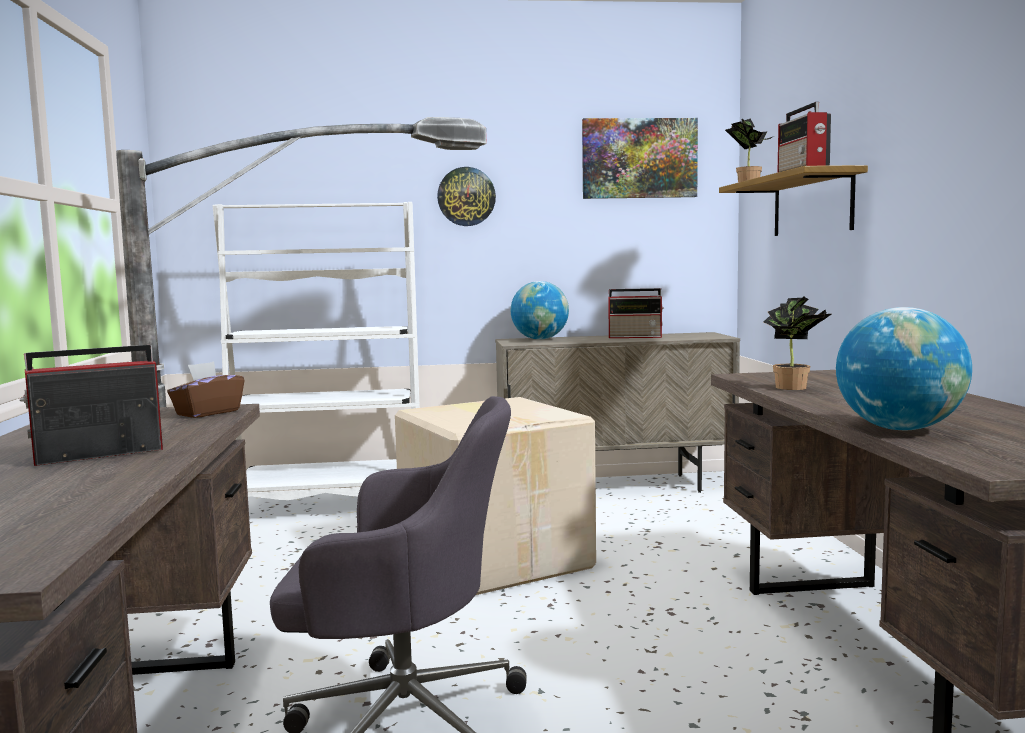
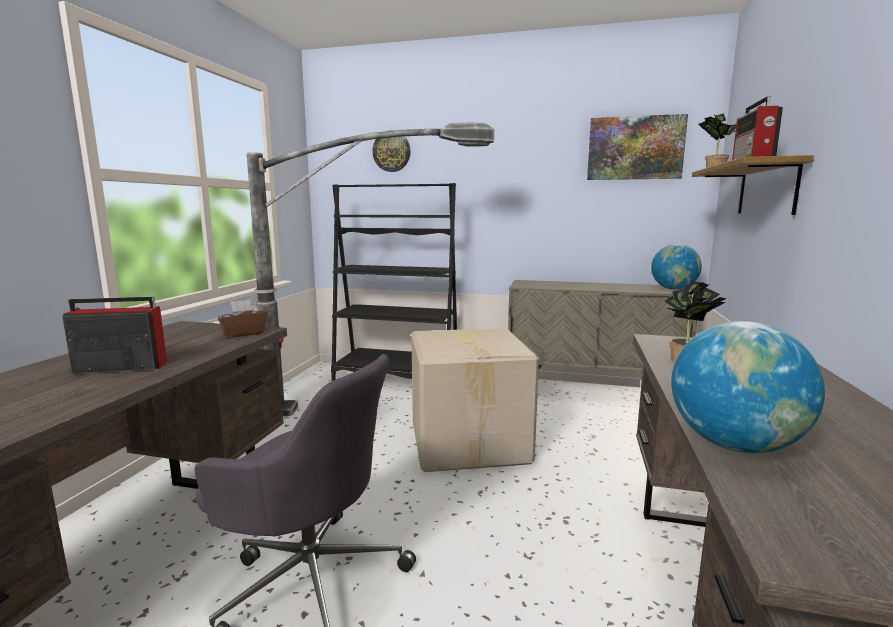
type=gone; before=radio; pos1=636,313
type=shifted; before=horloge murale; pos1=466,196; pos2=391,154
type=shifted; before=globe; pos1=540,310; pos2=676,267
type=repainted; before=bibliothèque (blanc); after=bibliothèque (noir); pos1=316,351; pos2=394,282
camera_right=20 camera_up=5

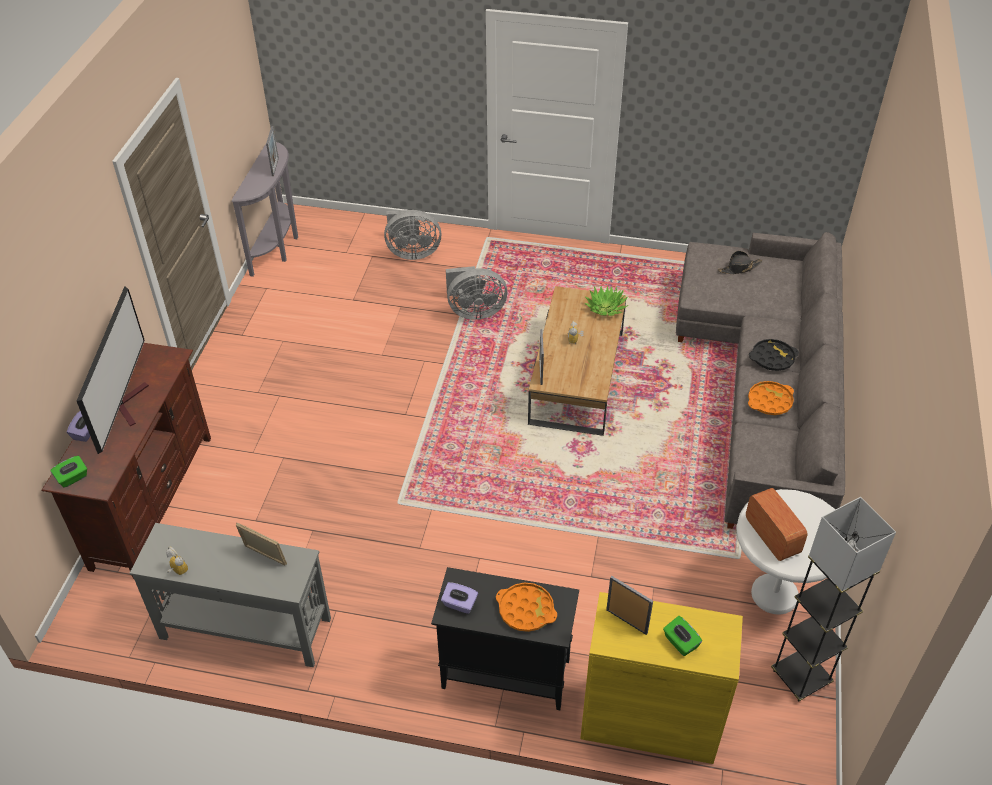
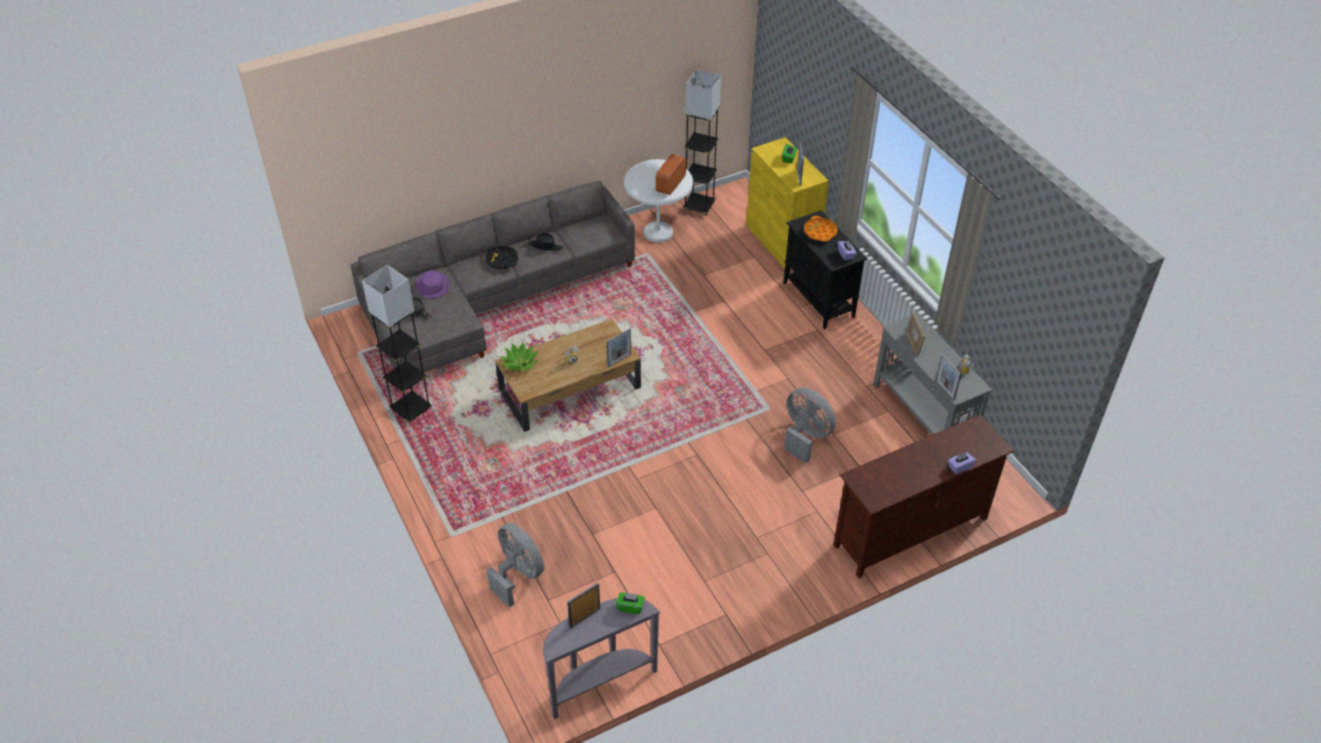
type=gone; before=téléviseur; pos1=113,370
type=new; after=lampadaire (gris); pos2=397,344
type=new; after=chapeau (violet); pos2=432,284
type=new; after=cadre photo; pos2=948,377
type=shifted; before=boîte à mouchoirs (vert); pos1=68,472; pos2=630,603
type=shifted; before=ventilateur (gris); pos1=476,293; pos2=810,425
type=swapped; before=plateau (orange); after=chapeau (noir); pos1=771,398; pos2=545,242
camera_right=-130 camera_up=0

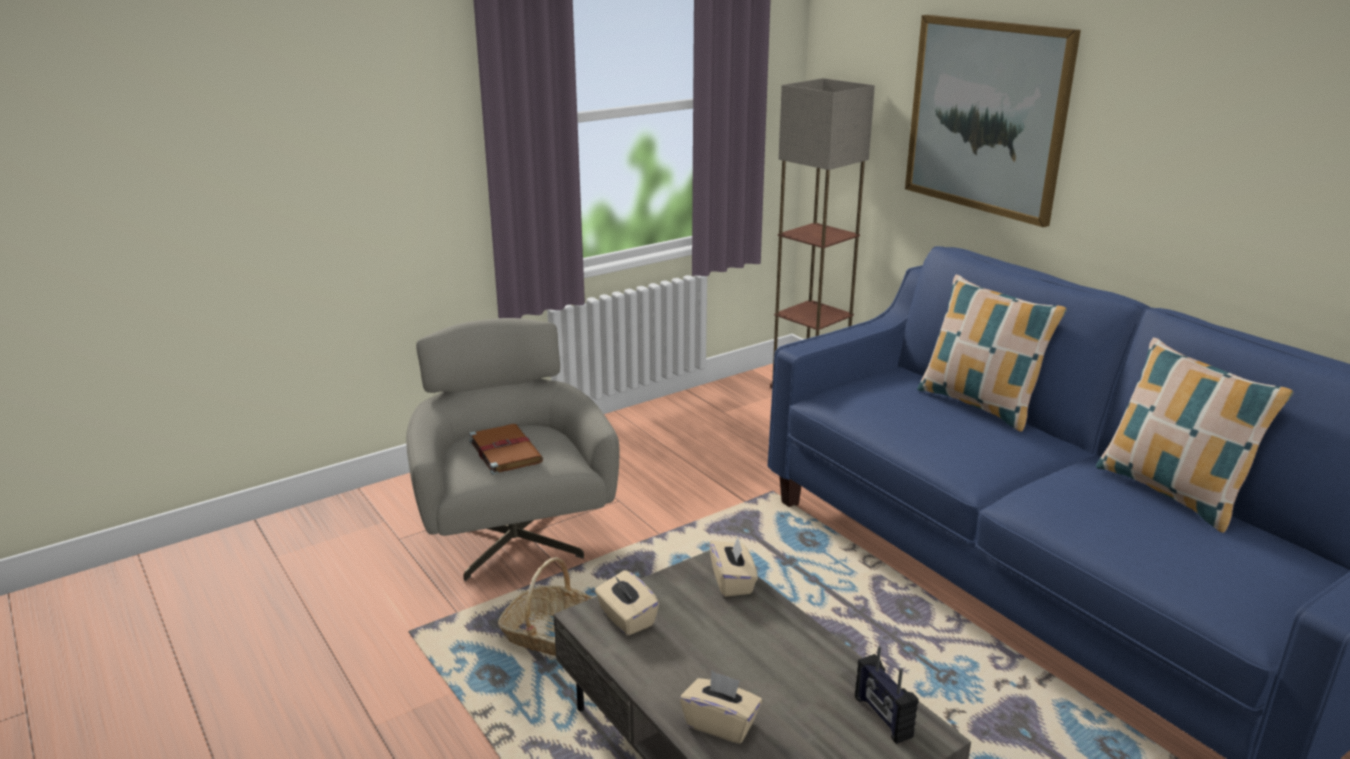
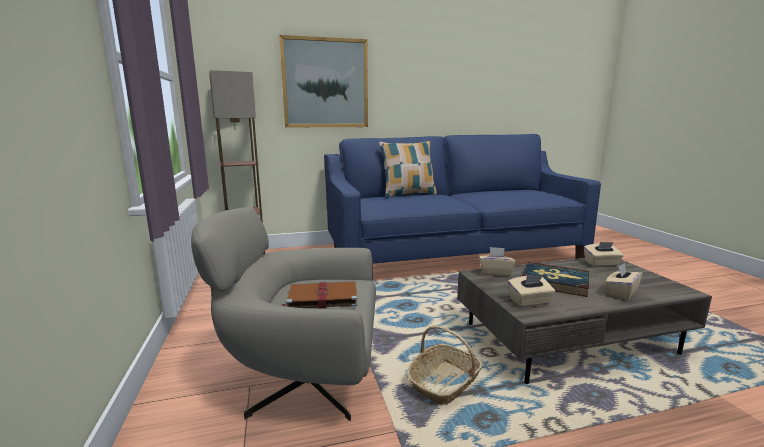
type=gone; before=coussin; pos1=1195,435
type=new; after=livre; pos2=555,279
type=swapped; before=radio; after=boîte à mouchoirs (beige); pos1=886,695; pos2=604,254
camera_right=-70 camera_up=-10

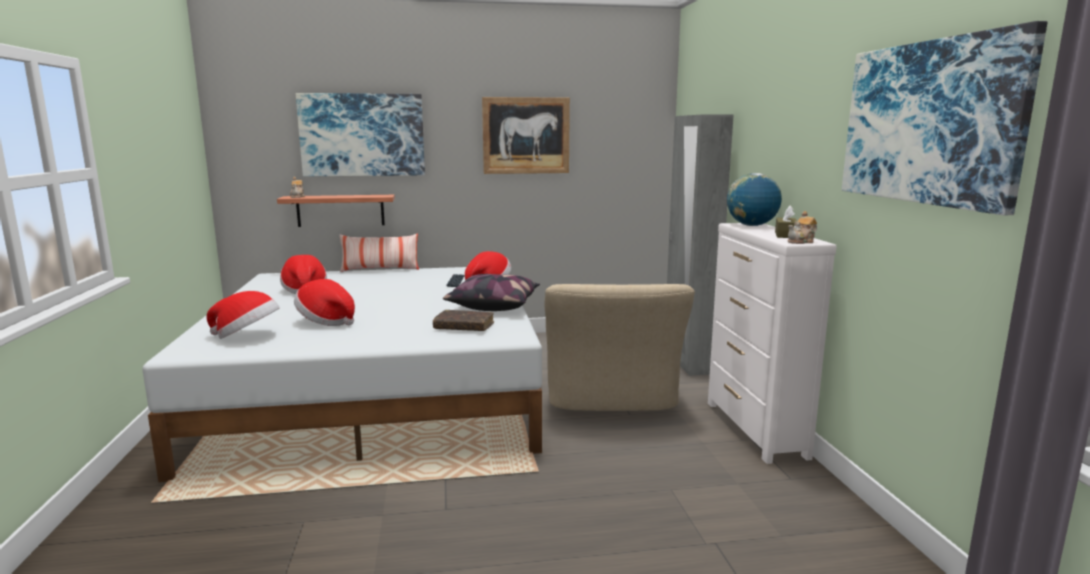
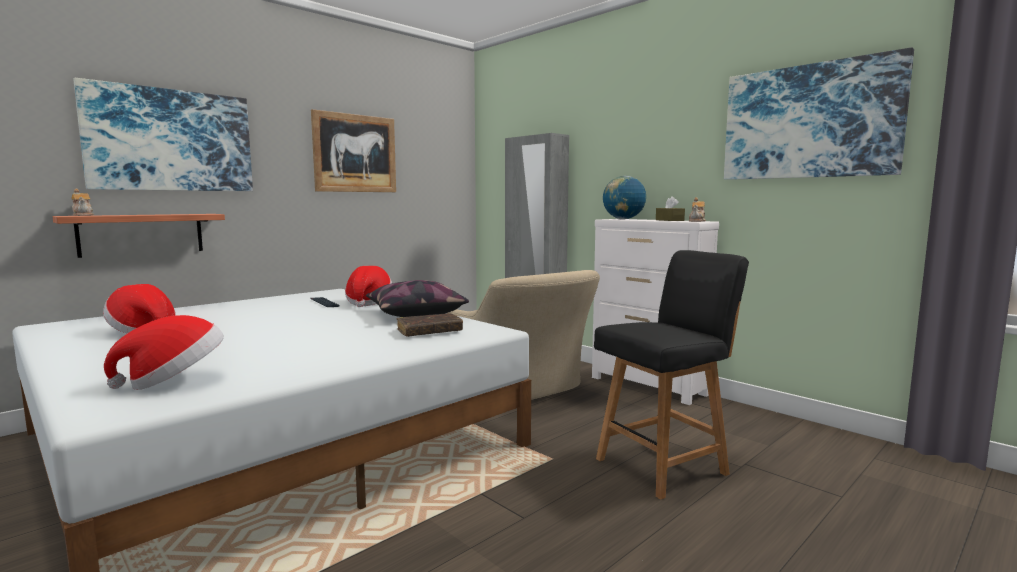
type=gone; before=chapeau; pos1=324,302
type=gone; before=coussin; pos1=379,253
type=new; after=chaise (noir); pos2=671,375
camera_right=-35 camera_up=-5

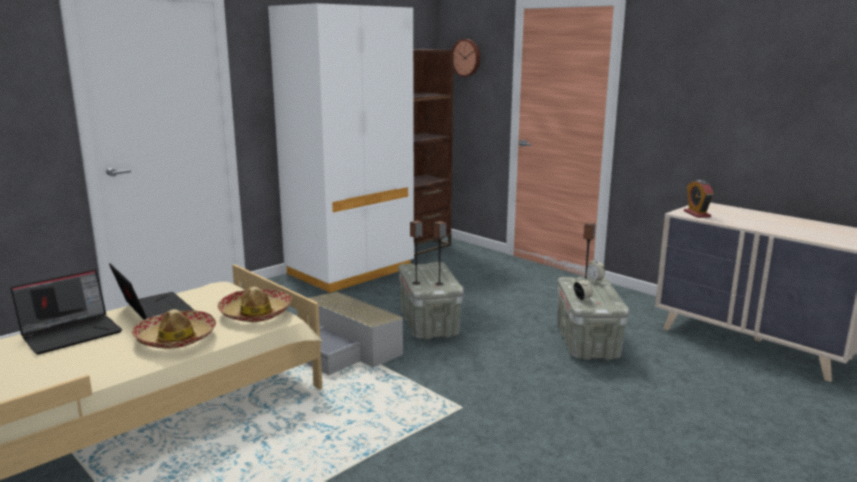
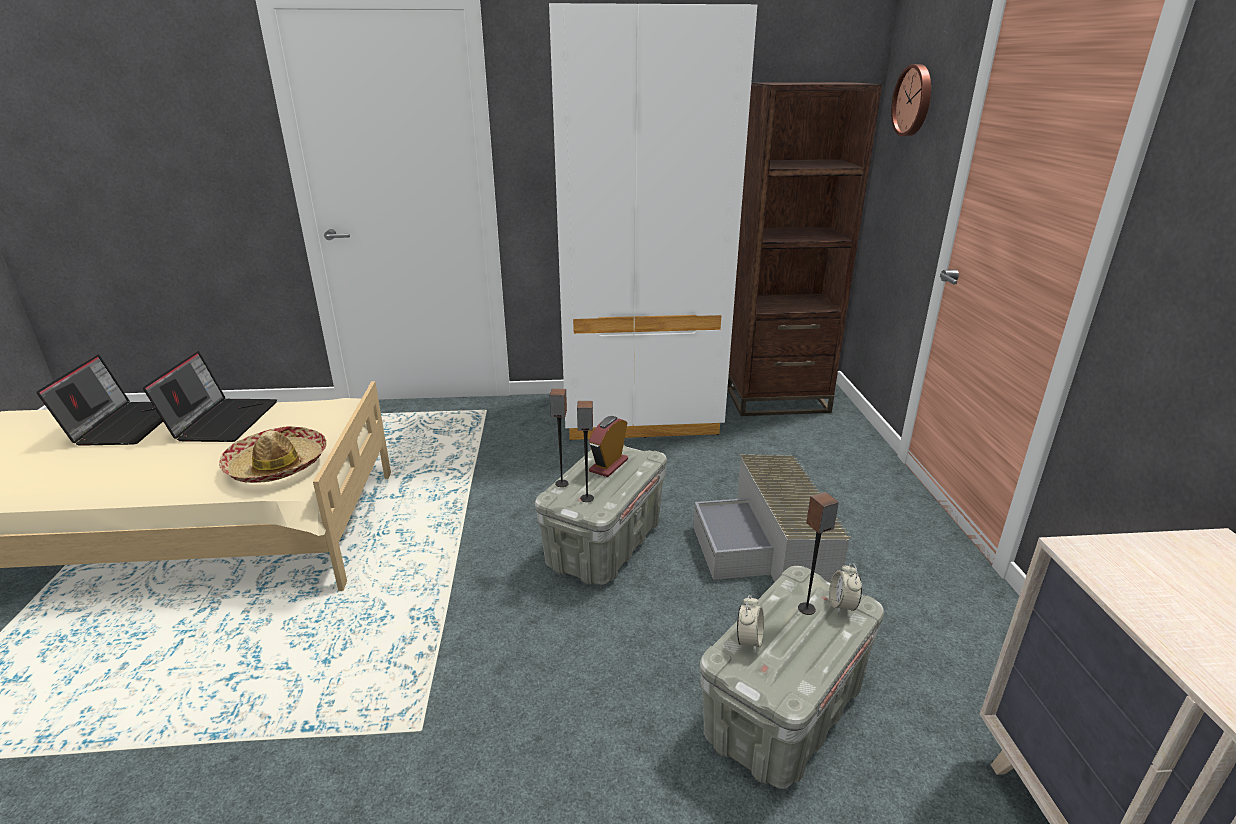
type=gone; before=chapeau; pos1=174,329
type=shifted; before=boîte de rangement (gris); pos1=354,333; pos2=772,518
type=shifted; before=réveil; pos1=699,199; pos2=608,446
type=rotated; before=ordinateur portable; pos1=66,312; pos2=99,400; turn=-90
camera_right=40 camera_up=10

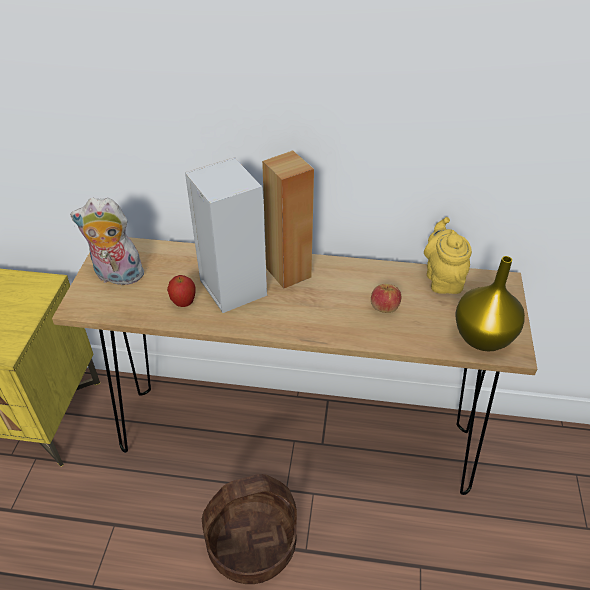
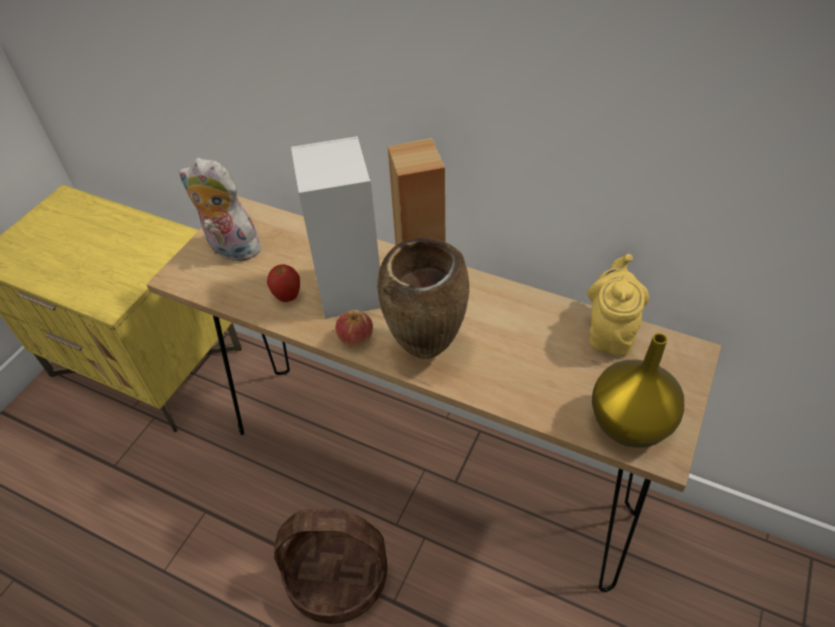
type=new; after=vase (marron); pos2=423,298
type=shifted; before=pomme; pos1=386,298; pos2=354,328
camera_right=20 camera_up=5

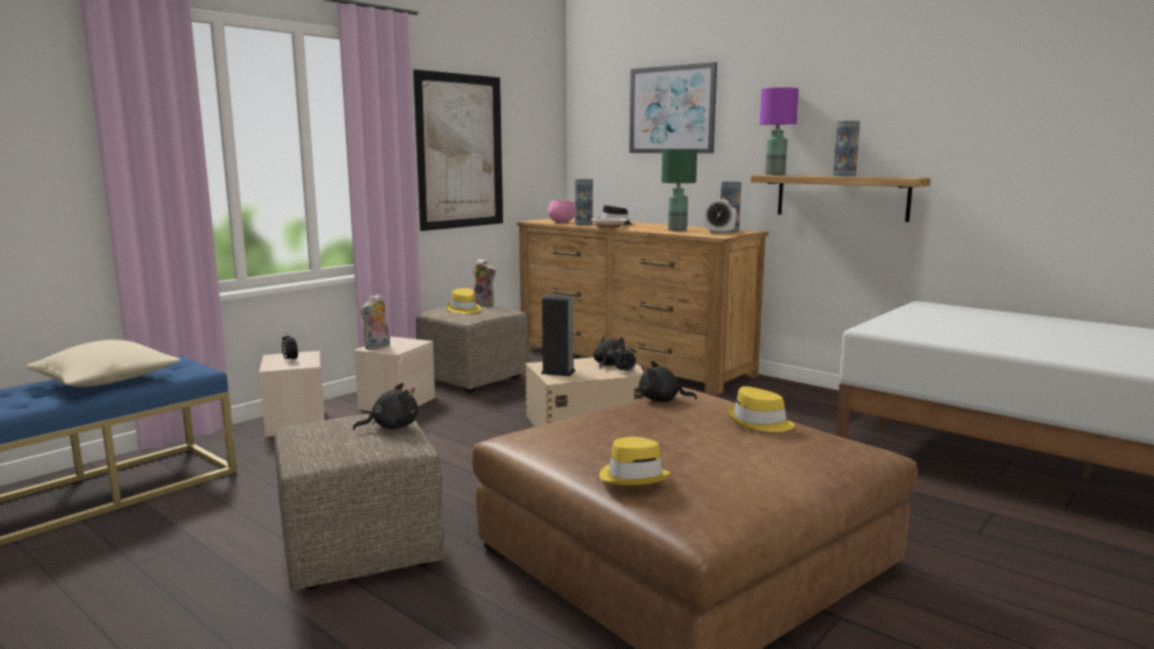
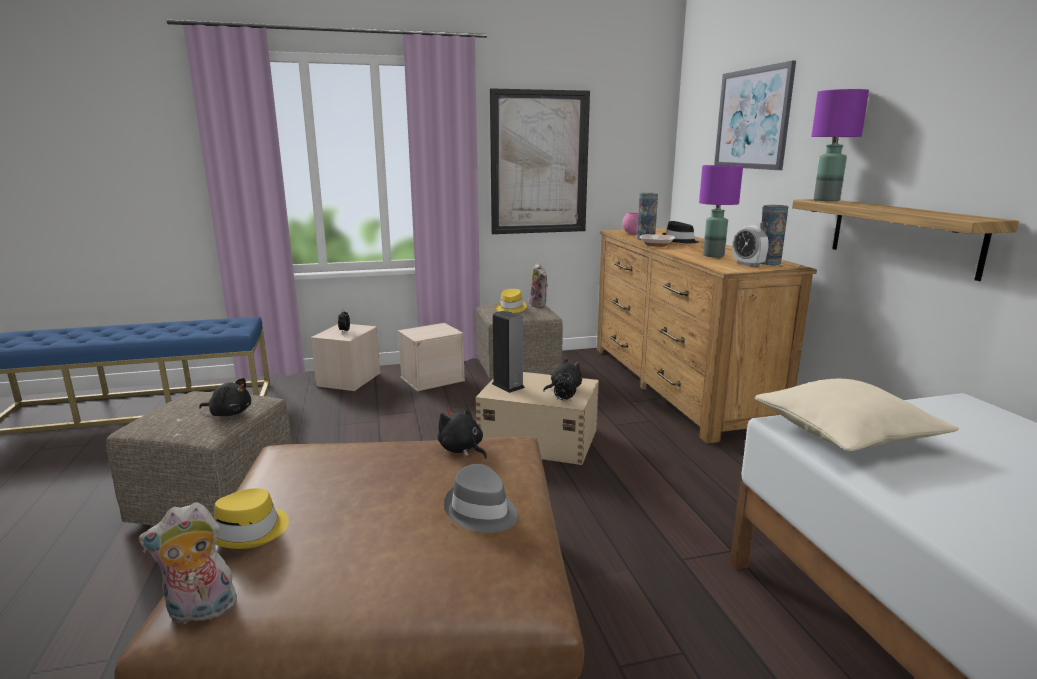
type=gone; before=vase; pos1=846,149
type=shifted; before=coussin (beige); pos1=103,363; pos2=857,415
type=shifted; before=peluche; pos1=375,322; pos2=190,563
type=repainted; before=lampe de table (vert); after=lampe de table (violet); pos1=679,190; pos2=721,211
type=repainted; before=chapeau (jaune); after=chapeau (gris); pos1=761,409; pos2=481,498
camera_right=35 camera_up=5

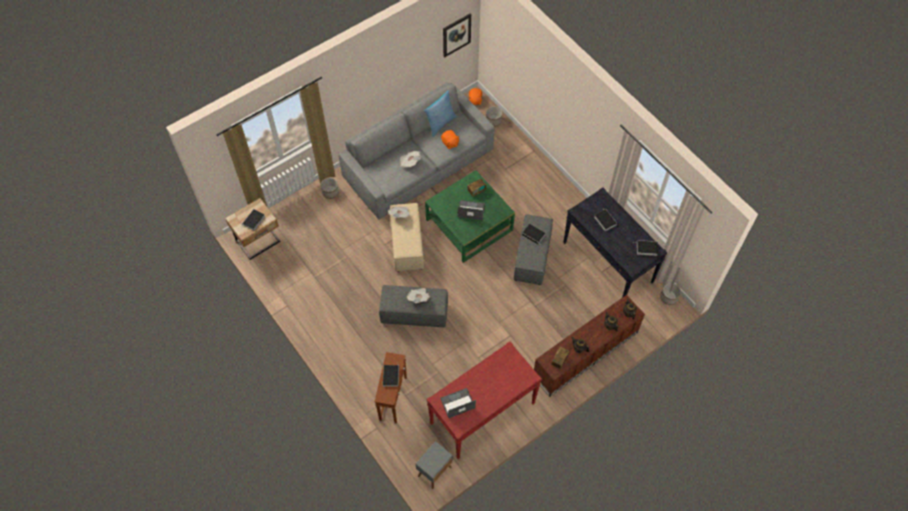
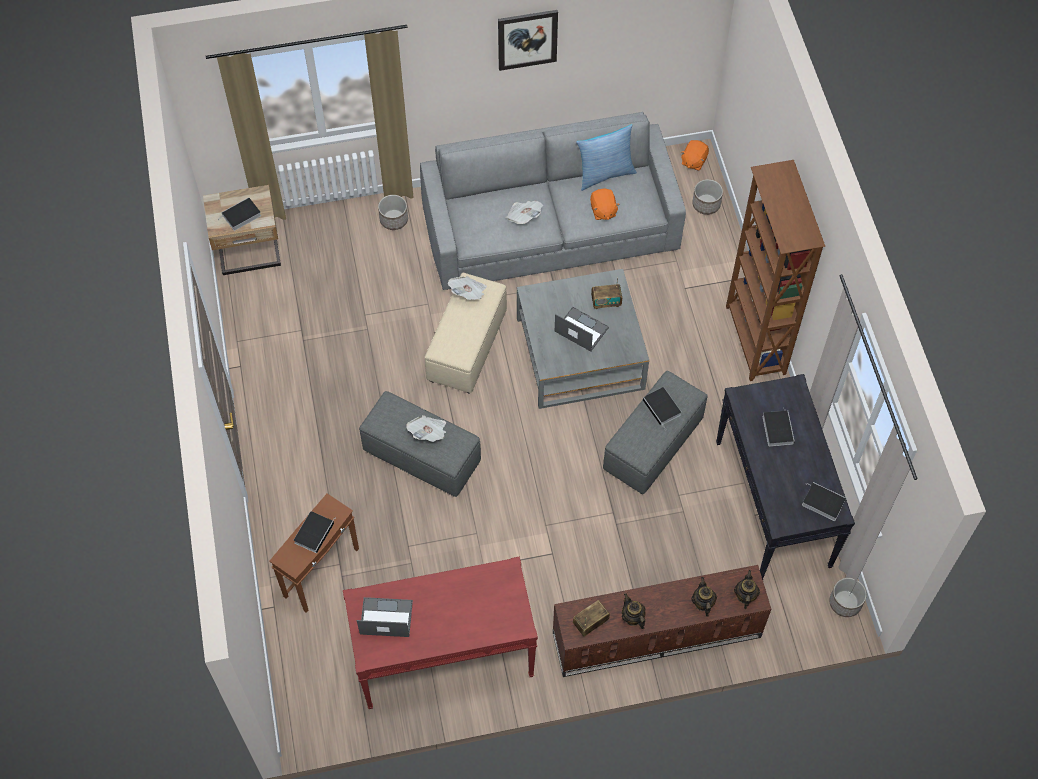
type=gone; before=table d'appoint (gris); pos1=434,465
type=new; after=bibliothèque (marron); pos2=775,270
type=shifted; before=tableau; pos1=457,36; pos2=528,40
type=repainted; before=table basse (vert); after=table basse (gris); pos1=470,216; pos2=583,339
camera_right=25 camera_up=0

